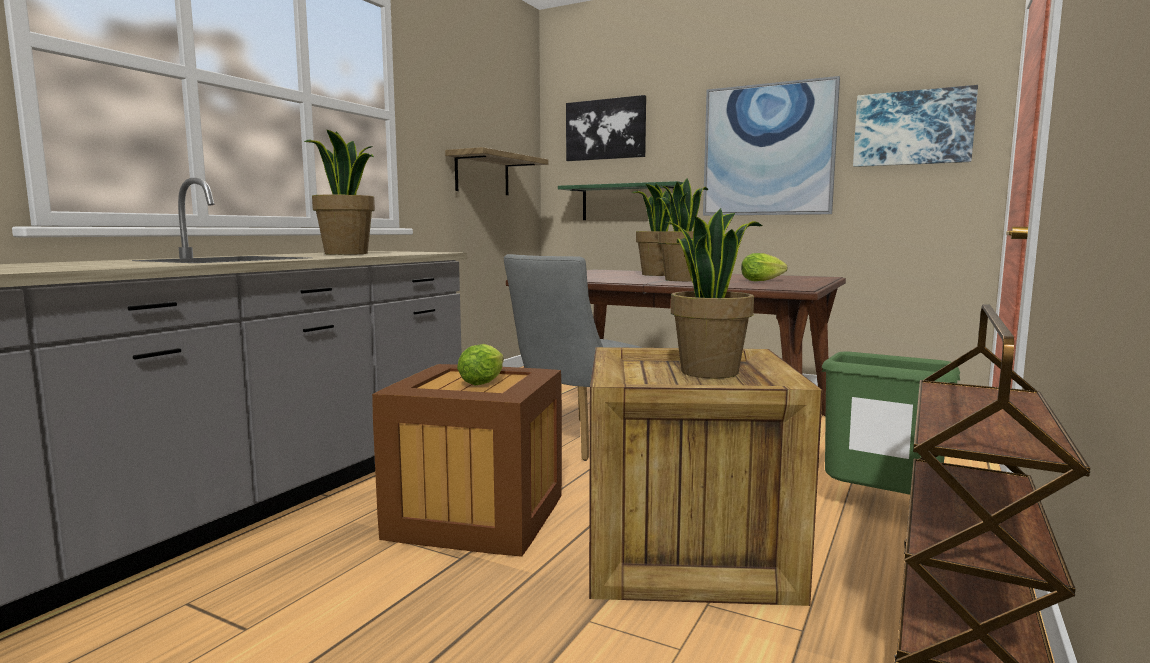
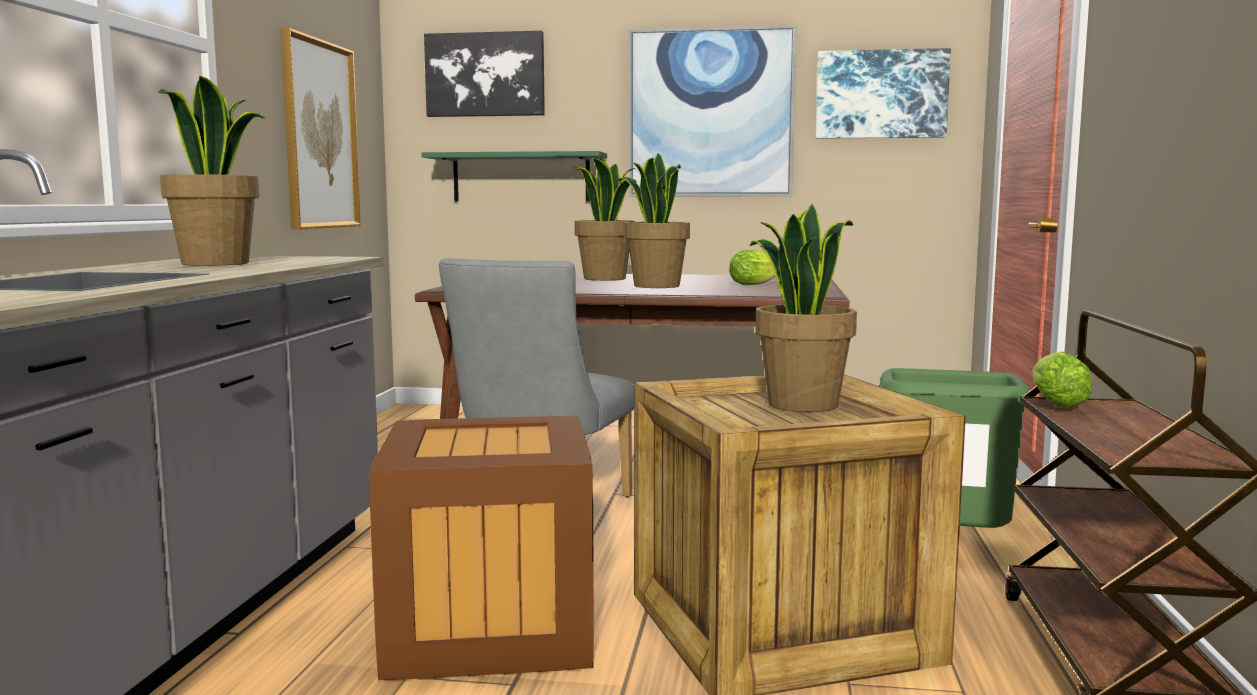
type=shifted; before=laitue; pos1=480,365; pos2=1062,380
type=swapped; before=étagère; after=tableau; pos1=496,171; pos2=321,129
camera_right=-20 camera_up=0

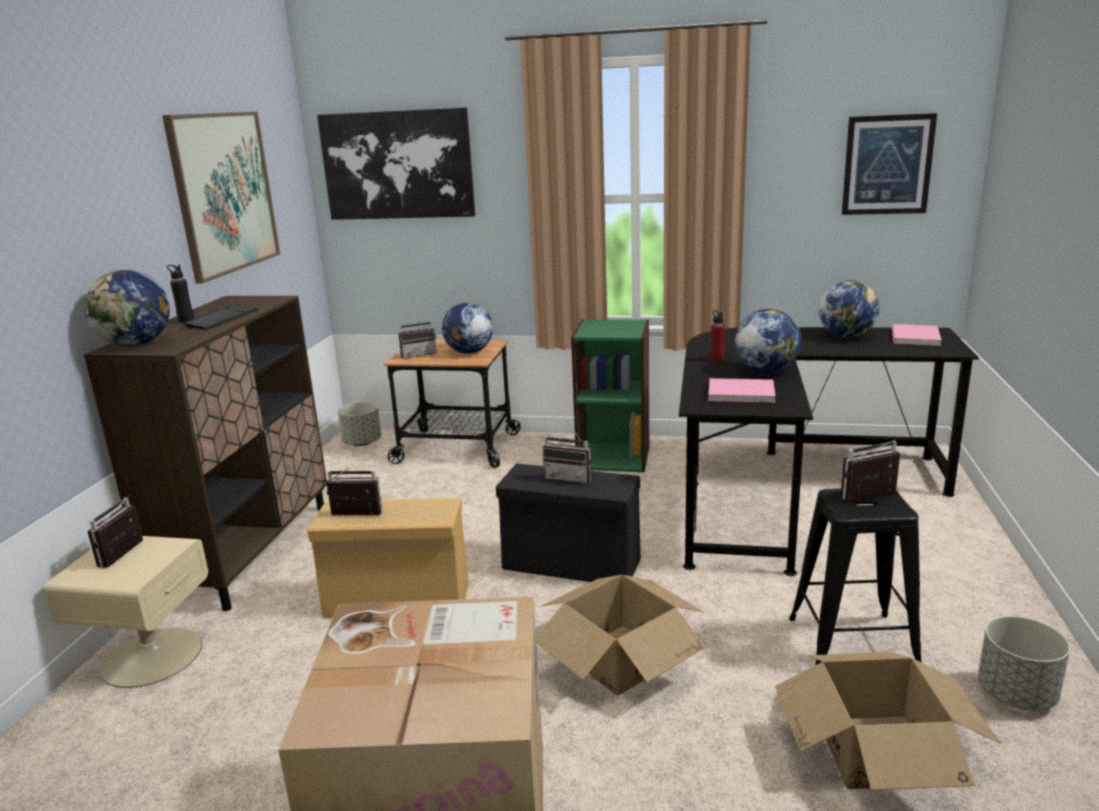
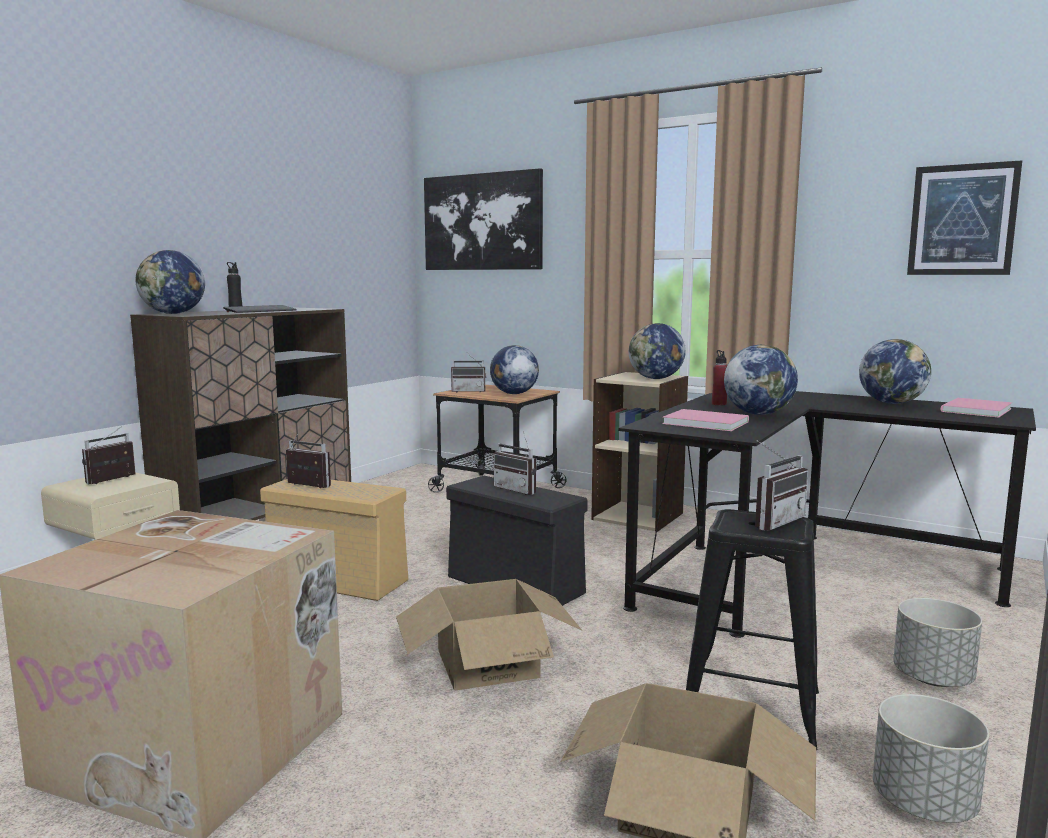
type=gone; before=tableau; pos1=221,197
type=new; after=globe; pos2=657,351
type=shifted; before=cache-pot (gris); pos1=359,424; pos2=937,642
type=repainted; before=bibliothèque (vert); after=bibliothèque (beige); pos1=610,396; pos2=639,452
type=rotated; before=radio; pos1=870,470; pos2=781,485; turn=135
camera_right=20 camera_up=-10

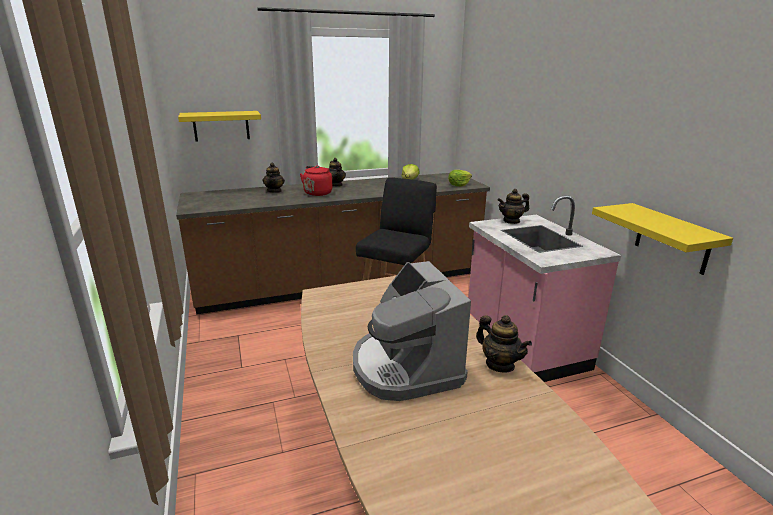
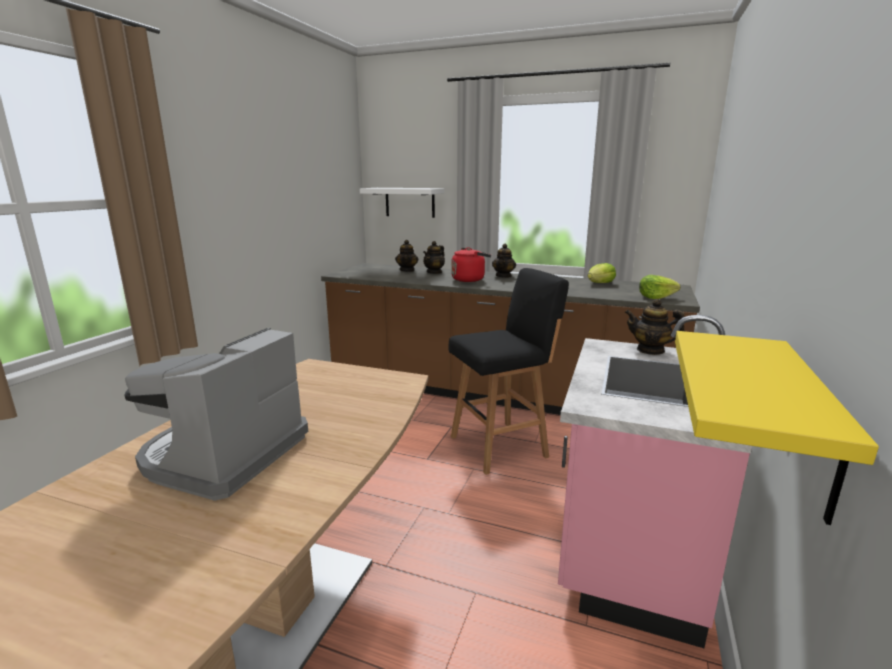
type=shifted; before=théière; pos1=504,344; pos2=406,256
type=repainted; before=étagère (jaune); after=étagère (blanc); pos1=219,126; pos2=402,203
camera_right=40 camera_up=-5

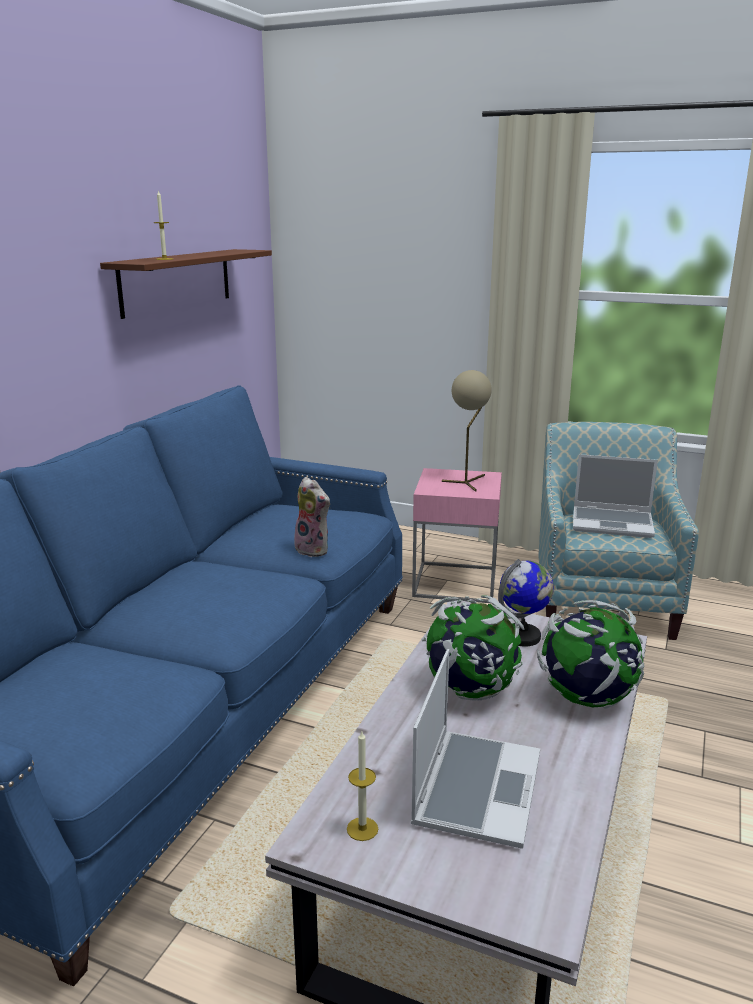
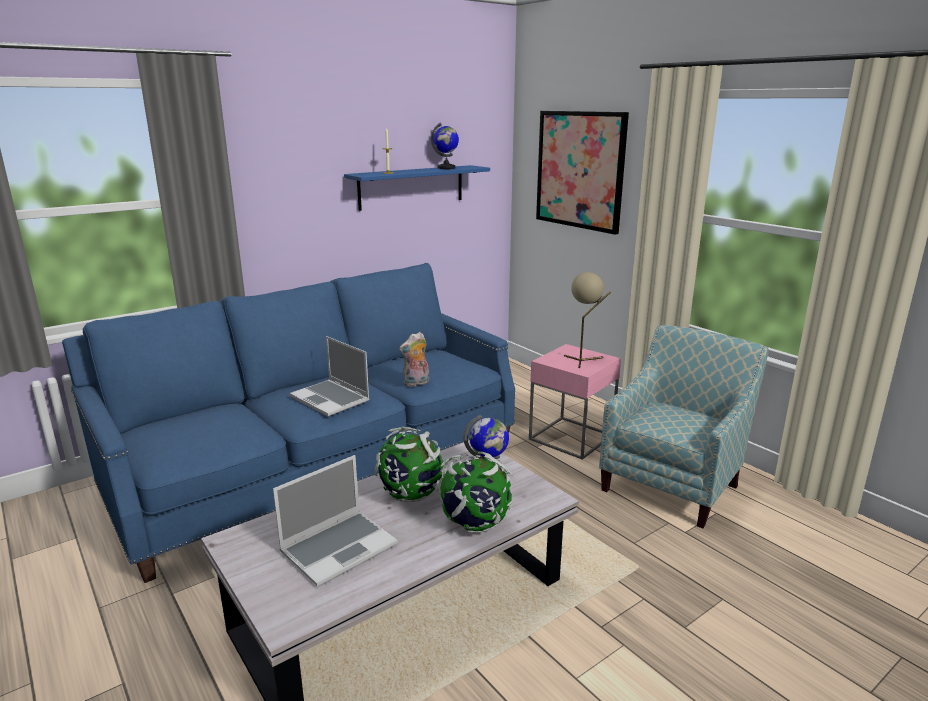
type=gone; before=bougie; pos1=362,786
type=new; after=globe; pos2=445,145
type=new; after=tableau; pos2=582,173
type=shifted; before=ordinateur portable; pos1=615,496; pos2=330,376
type=repainted; before=étagère (marron); after=étagère (bleu); pos1=186,284; pos2=417,188
type=rotated; before=peluche; pos1=312,517; pos2=414,359; turn=75
camera_right=30 camera_up=0

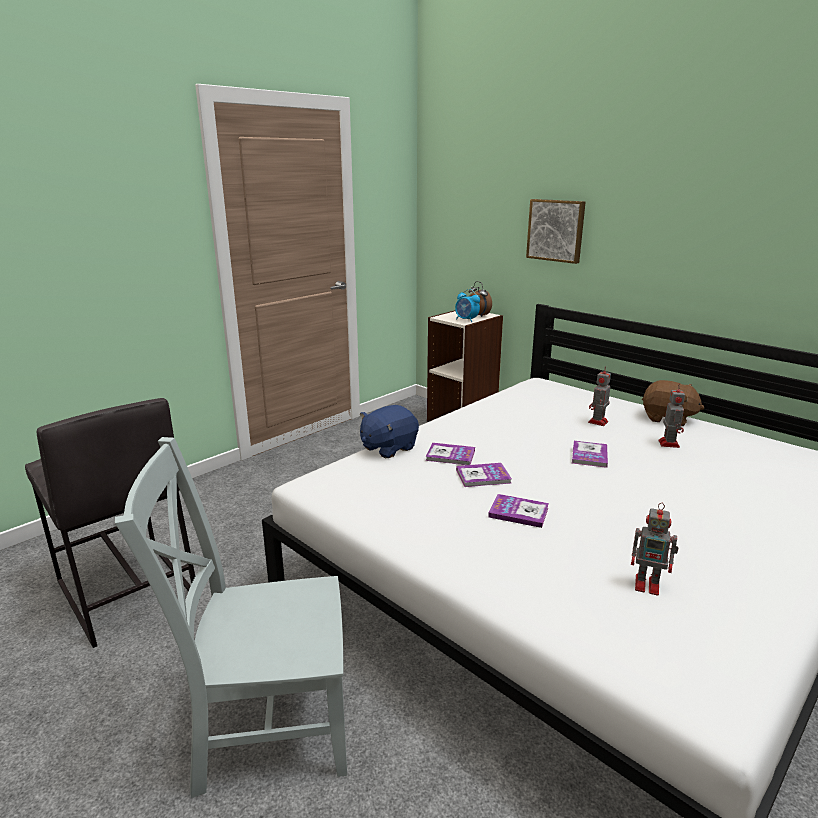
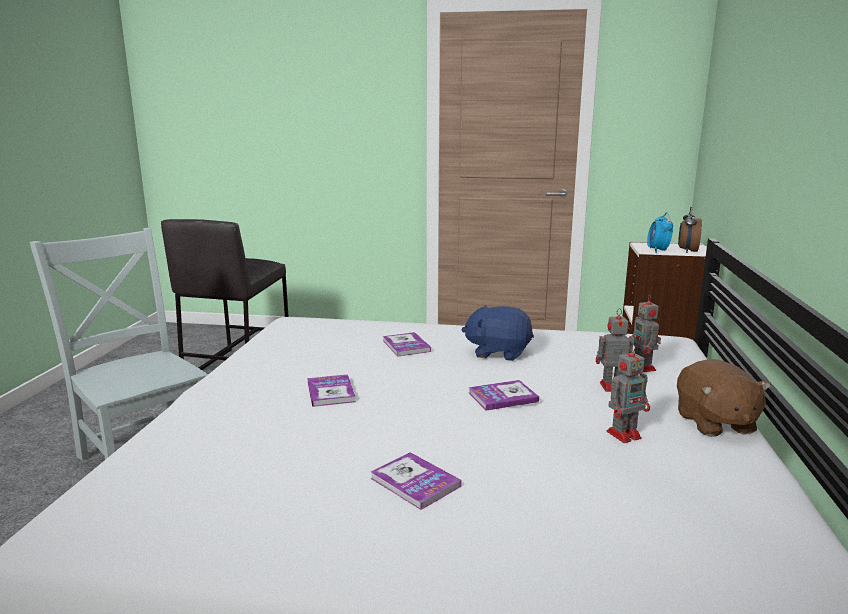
type=gone; before=tableau; pos1=556,231
type=shifted; before=peluche (bleu); pos1=389,431; pos2=497,333
type=shifted; before=livre; pos1=484,475; pos2=415,481
type=shifted; before=robot jouet; pos1=655,549; pos2=646,333
camera_right=55 camera_up=-5

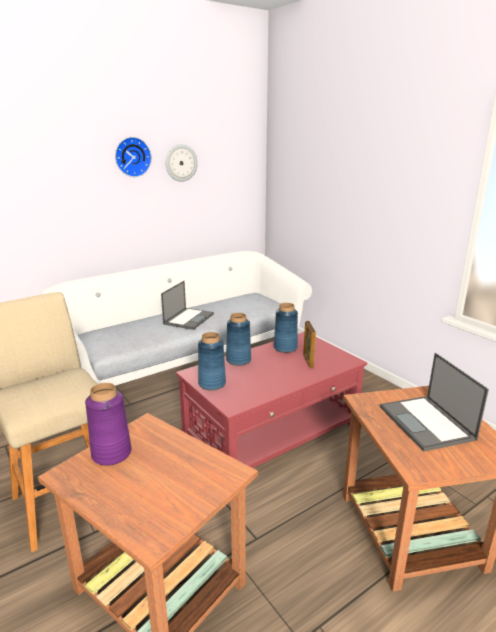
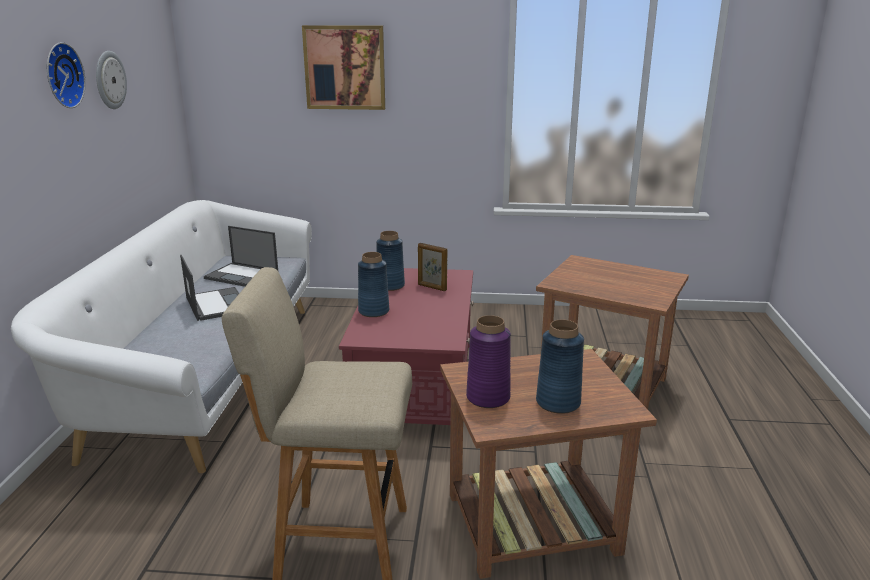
type=new; after=tableau; pos2=343,67
type=shifted; before=vase (bleu); pos1=212,361; pos2=560,367
type=shifted; before=ordinateur portable; pos1=434,402; pos2=241,256
camera_right=-50 camera_up=0

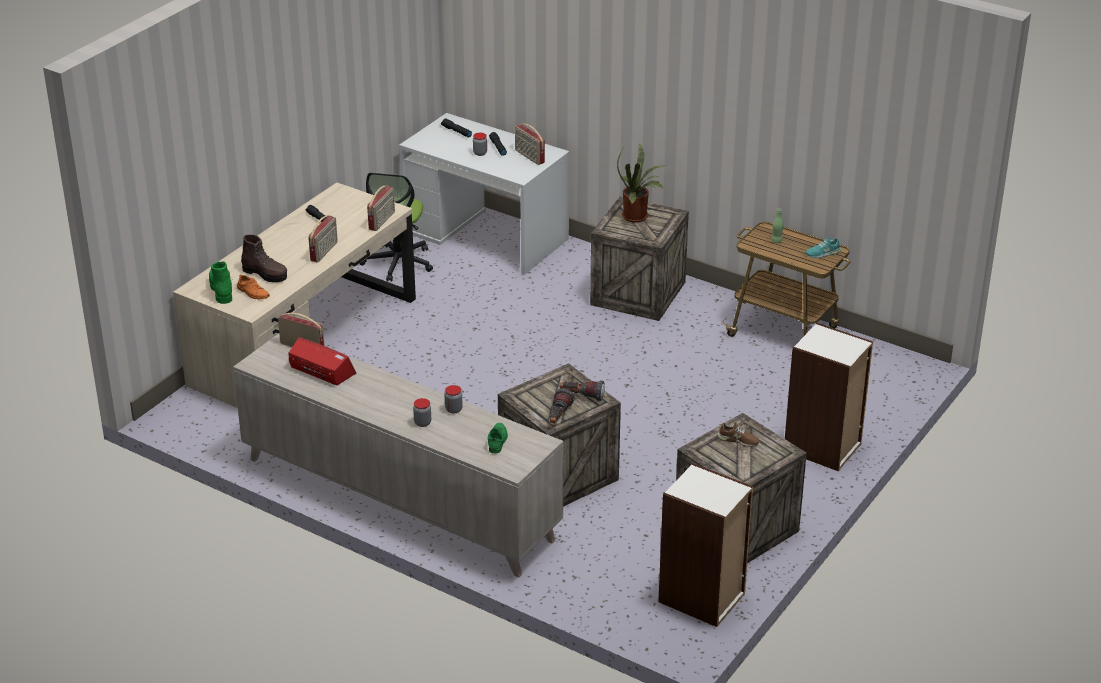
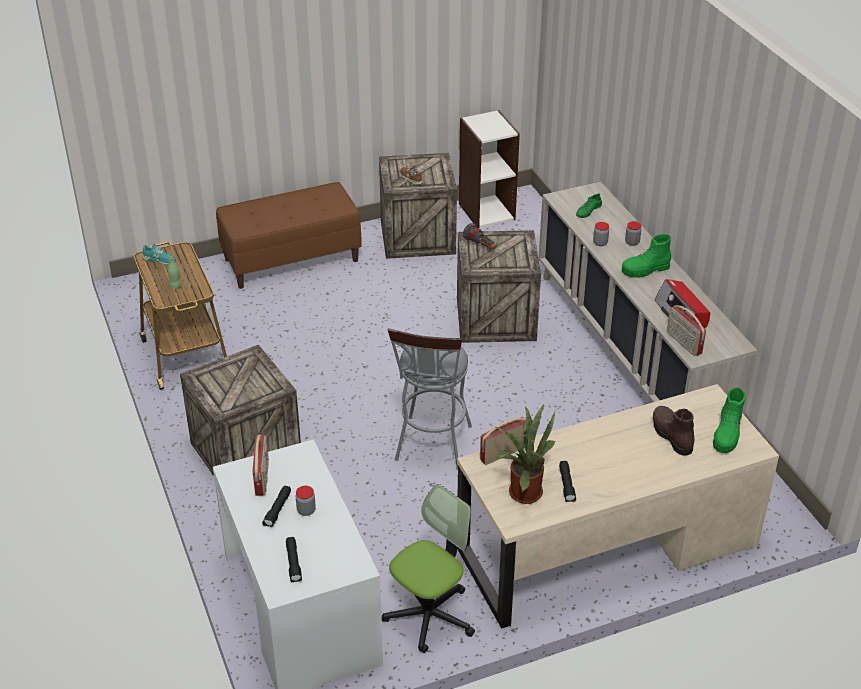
type=gone; before=chaussure (orange); pos1=253,286
type=gone; before=radio; pos1=323,238
type=gone; before=lampe de poche; pos1=562,405
type=new; after=tabouret (gris); pos2=429,399
type=new; after=botte (vert); pos2=646,256
type=shifted; before=plante en pot; pos1=641,183; pos2=524,454
type=swapped; before=bibliothèque; after=banc (marron); pos1=829,397; pos2=289,235
camera_right=-145 camera_up=5

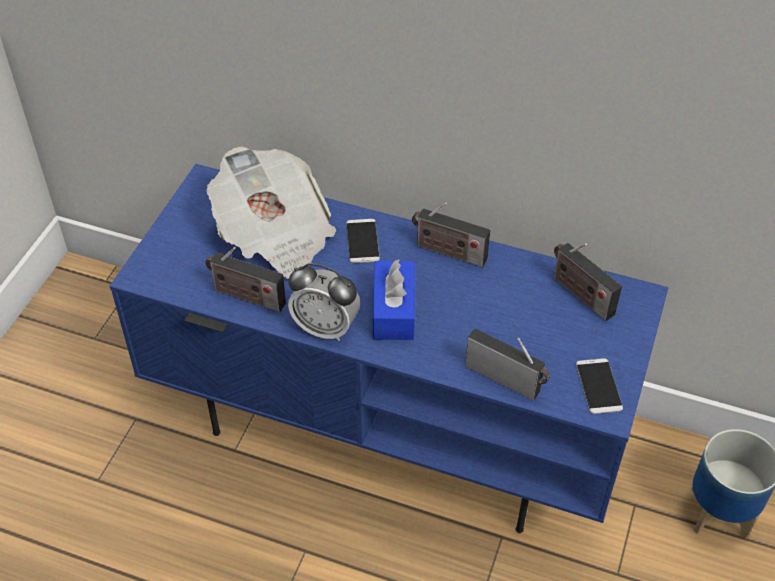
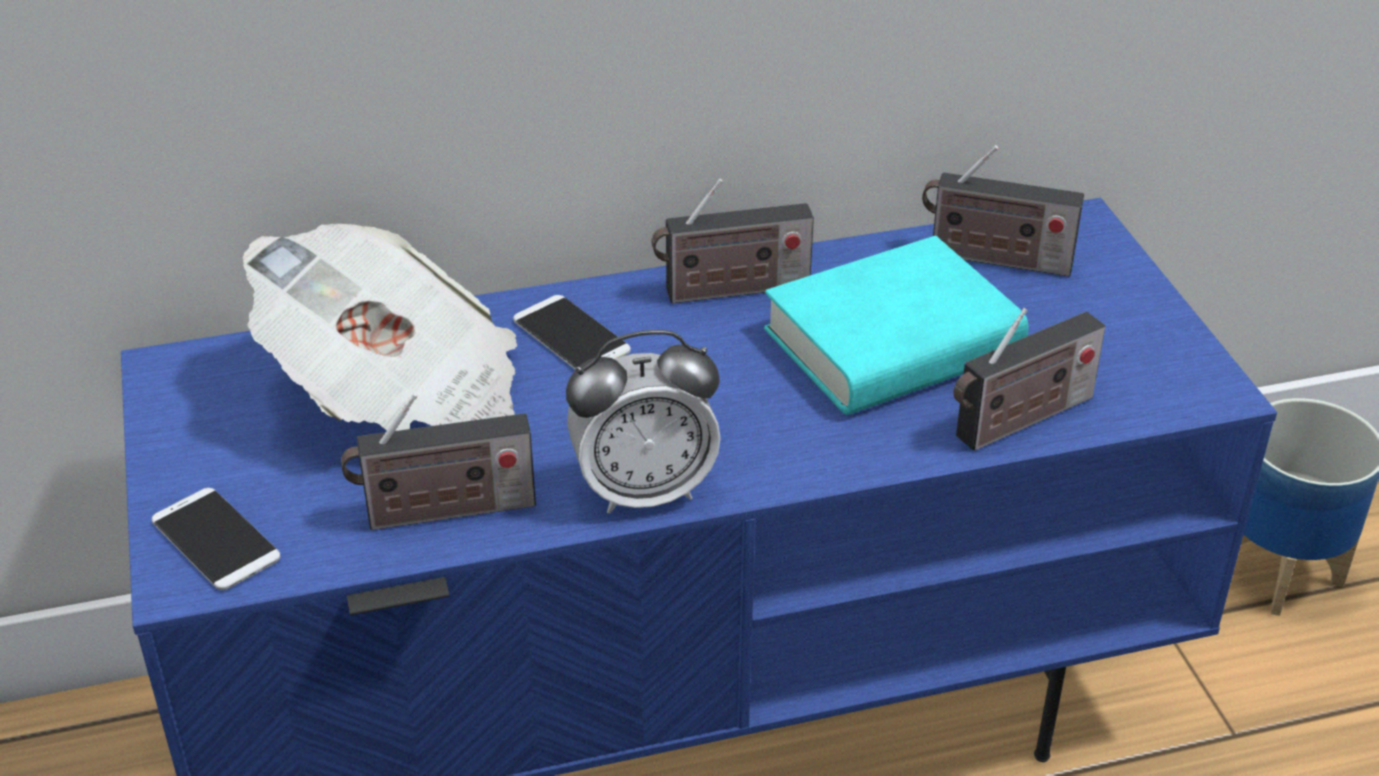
type=gone; before=boîte à mouchoirs (bleu); pos1=394,299
type=new; after=livre (turquoise); pos2=896,325
type=shifted; before=téléphone; pos1=599,386; pos2=216,539
type=rotated; before=radio; pos1=507,364; pos2=1029,379; turn=150
camera_right=-35 camera_up=-10

